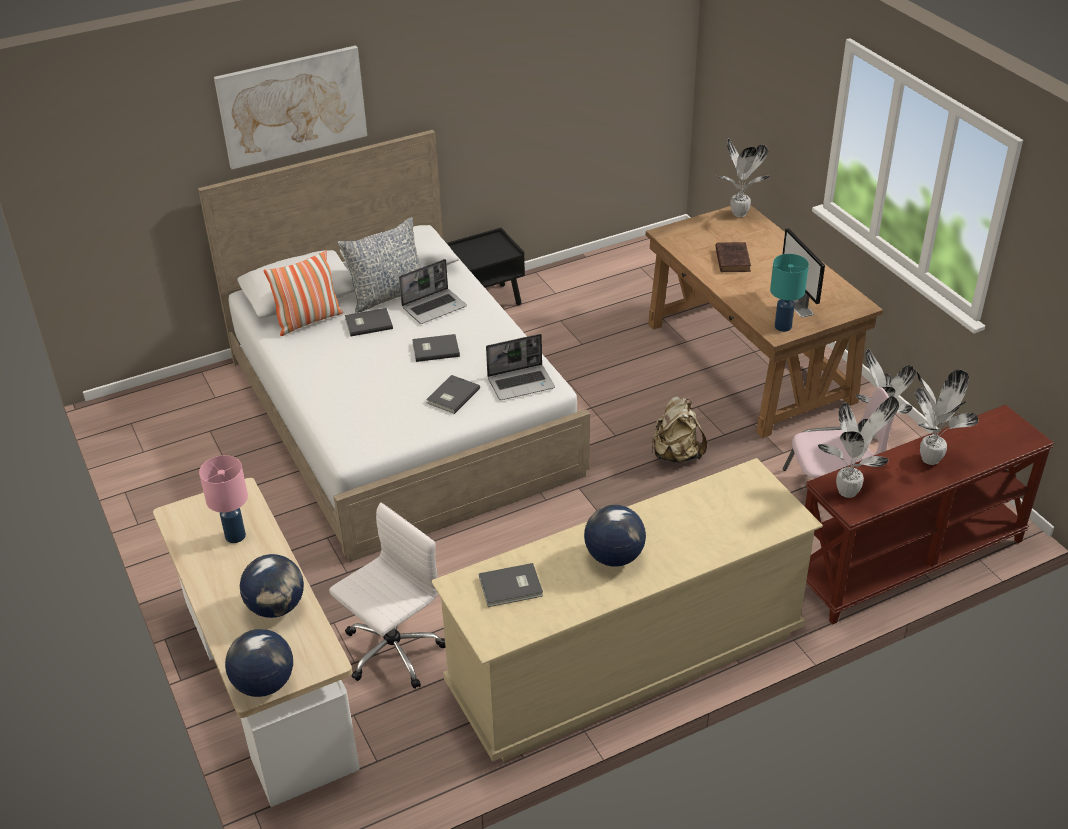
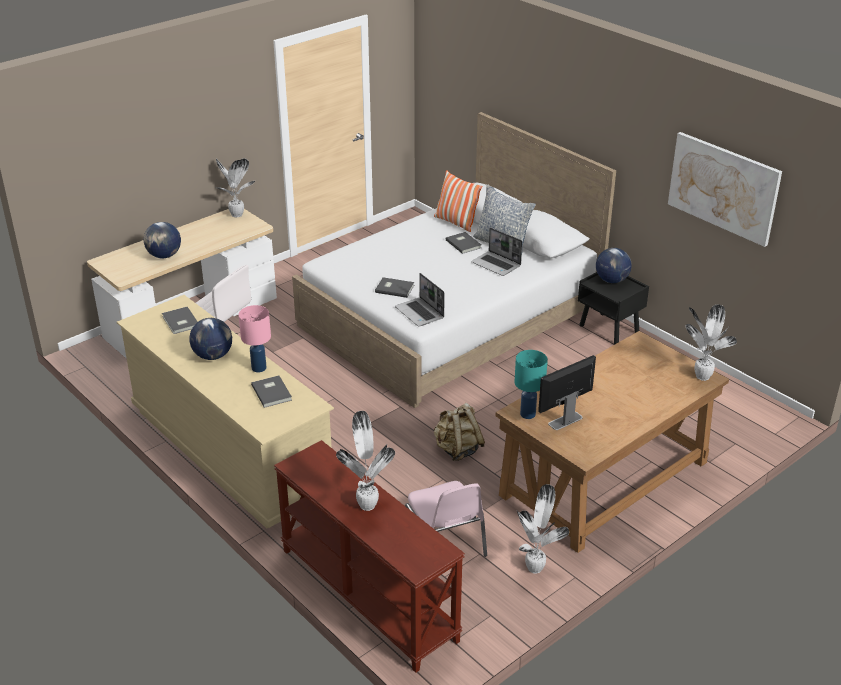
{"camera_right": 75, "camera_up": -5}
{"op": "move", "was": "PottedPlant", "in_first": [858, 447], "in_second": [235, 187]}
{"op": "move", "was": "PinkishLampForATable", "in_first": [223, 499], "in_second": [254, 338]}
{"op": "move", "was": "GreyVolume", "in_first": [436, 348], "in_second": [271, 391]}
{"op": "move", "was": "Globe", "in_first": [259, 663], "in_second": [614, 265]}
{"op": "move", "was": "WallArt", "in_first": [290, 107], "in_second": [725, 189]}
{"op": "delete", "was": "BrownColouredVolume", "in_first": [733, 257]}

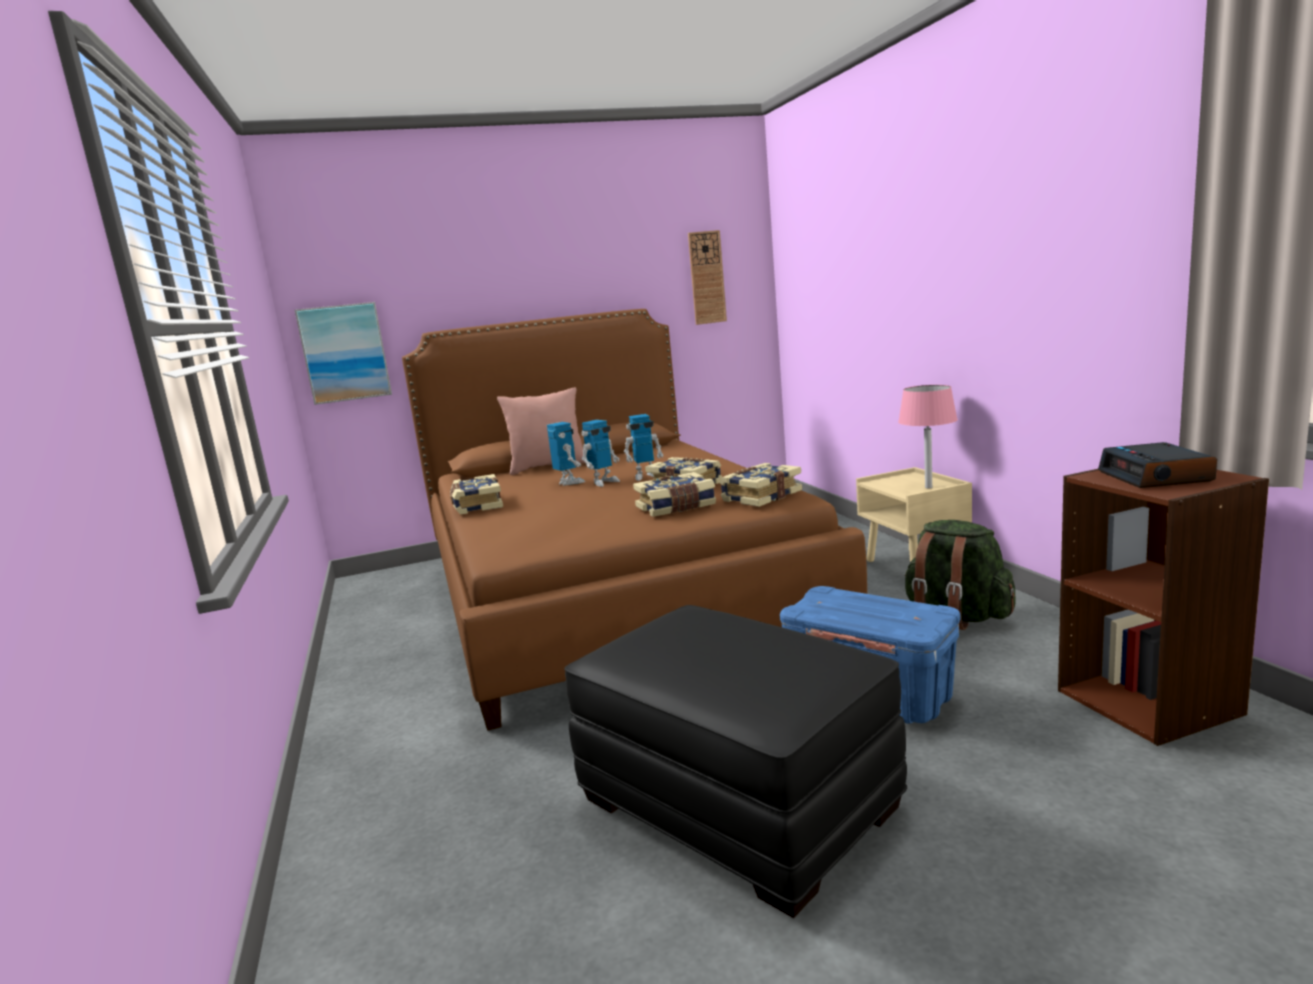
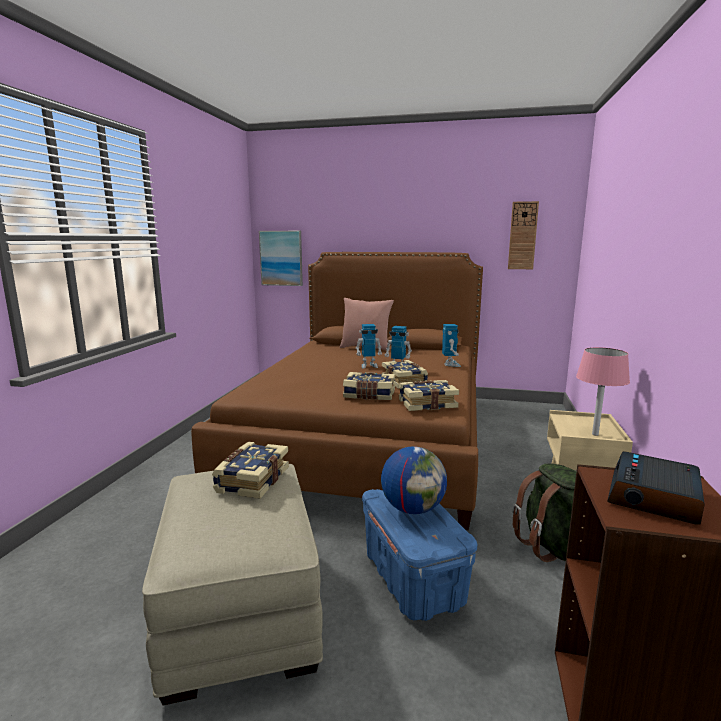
{"camera_right": 30, "camera_up": 0}
{"op": "recolor", "was": "BlackishOttoman", "now": "BeigeColouredOttoman", "in_first": [735, 761], "in_second": [232, 584]}
{"op": "move", "was": "Volume", "in_first": [476, 494], "in_second": [250, 470]}
{"op": "insert", "now": "Globe", "in_second": [414, 480]}
{"op": "move", "was": "RobotFigure", "in_first": [566, 454], "in_second": [451, 345]}

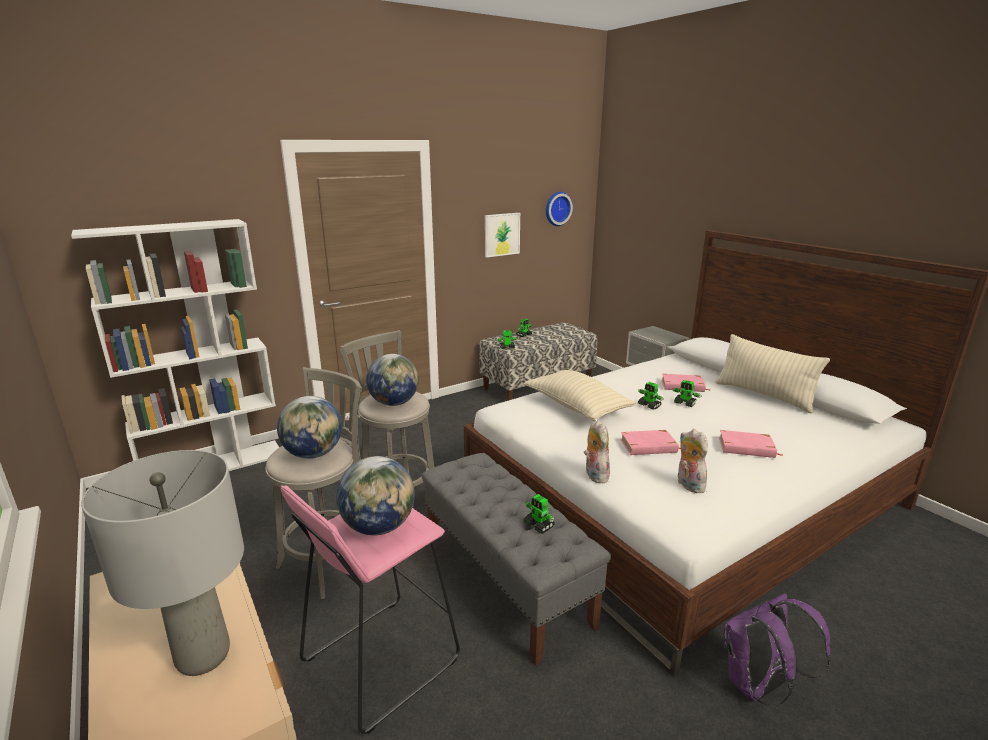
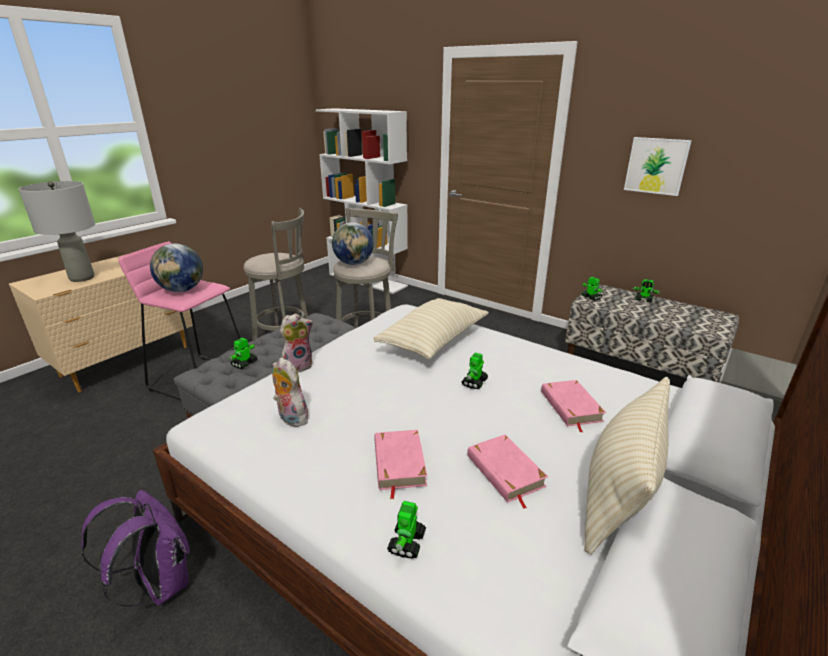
{"camera_right": 70, "camera_up": 5}
{"op": "rotate", "was": "PlushToy", "in_first": [693, 461], "in_second": [290, 392], "clockwise": -90}
{"op": "move", "was": "RobotFigure", "in_first": [686, 393], "in_second": [406, 530]}
{"op": "move", "was": "PinkishVolume", "in_first": [650, 442], "in_second": [507, 472]}
{"op": "delete", "was": "Globe", "in_first": [309, 427]}
{"op": "delete", "was": "HangingClock", "in_first": [559, 209]}

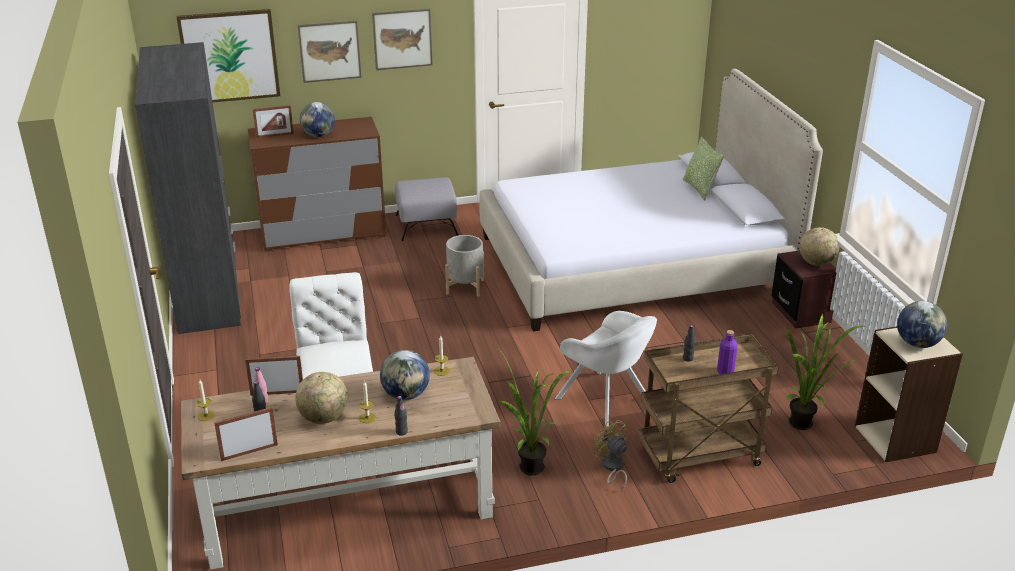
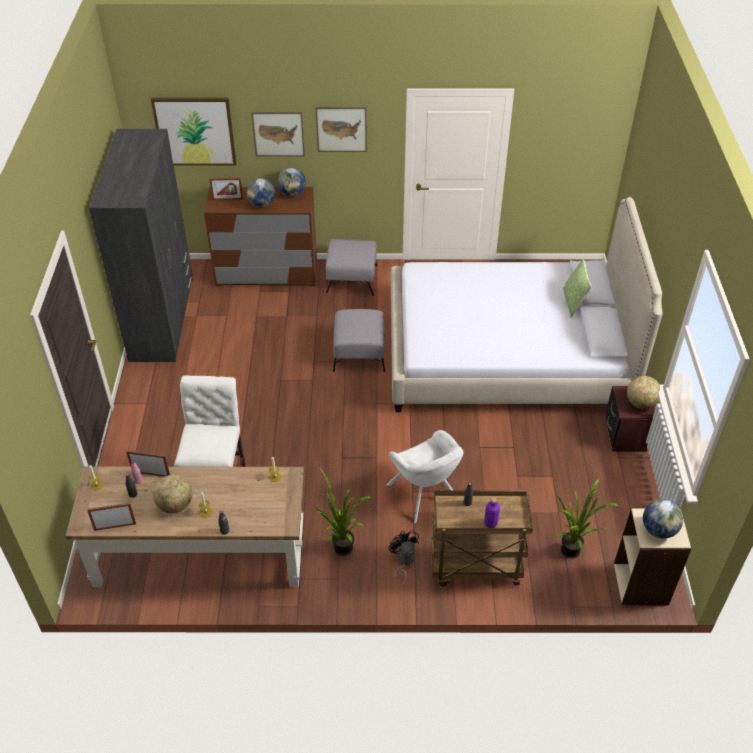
{"camera_right": 15, "camera_up": 15}
{"op": "move", "was": "Globe", "in_first": [405, 375], "in_second": [291, 182]}
{"op": "replace", "was": "GreyFlowerPot", "now": "GreyOttoman", "in_first": [464, 266], "in_second": [359, 340]}
{"op": "recolor", "was": "YellowColouredCoolingFan", "now": "BlackishCoolingFan", "in_first": [610, 456], "in_second": [404, 558]}

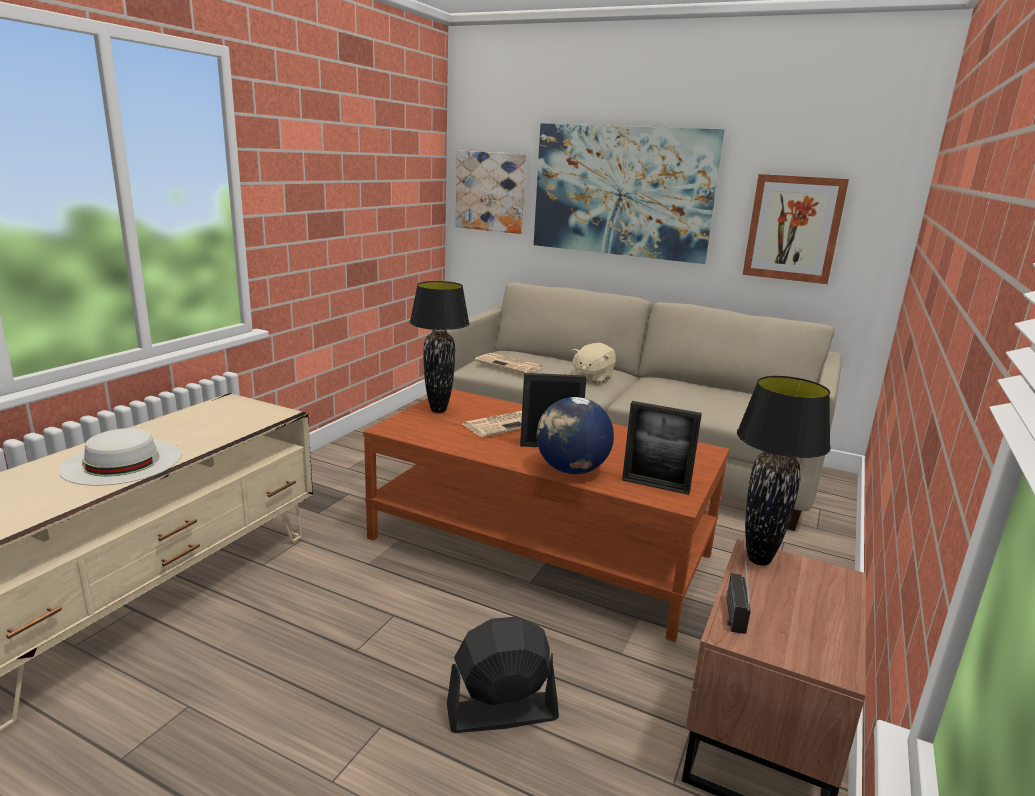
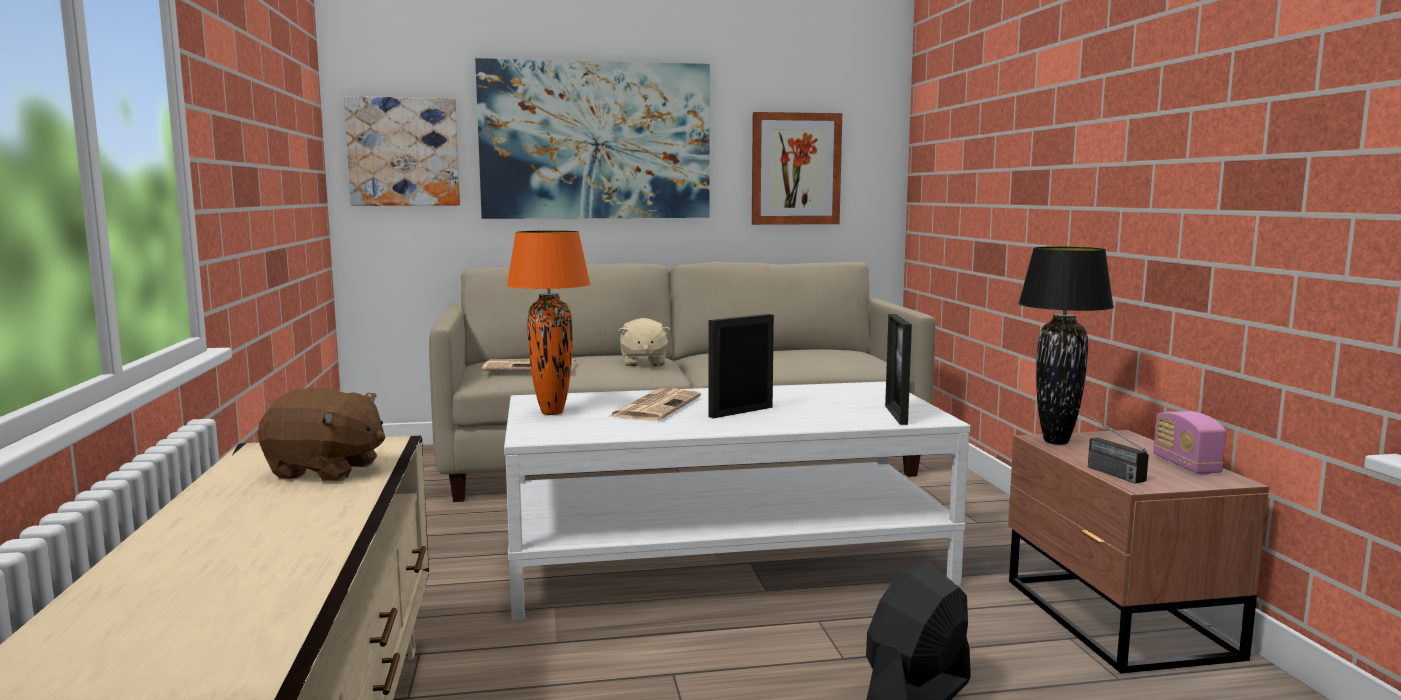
{"camera_right": -35, "camera_up": -10}
{"op": "insert", "now": "BrownColouredPlushToy", "in_second": [321, 434]}
{"op": "recolor", "was": "BrownColouredLoungeTable", "now": "WhitishLoungeTable", "in_first": [546, 515], "in_second": [737, 501]}
{"op": "recolor", "was": "BlackishLampForATable", "now": "OrangeLampForATable", "in_first": [440, 347], "in_second": [548, 322]}
{"op": "rotate", "was": "PictureFrame", "in_first": [662, 448], "in_second": [898, 369], "clockwise": 105}
{"op": "insert", "now": "RadioSet", "in_second": [1189, 443]}
{"op": "delete", "was": "WhitishHat", "in_first": [119, 457]}
{"op": "delete", "was": "Globe", "in_first": [575, 435]}

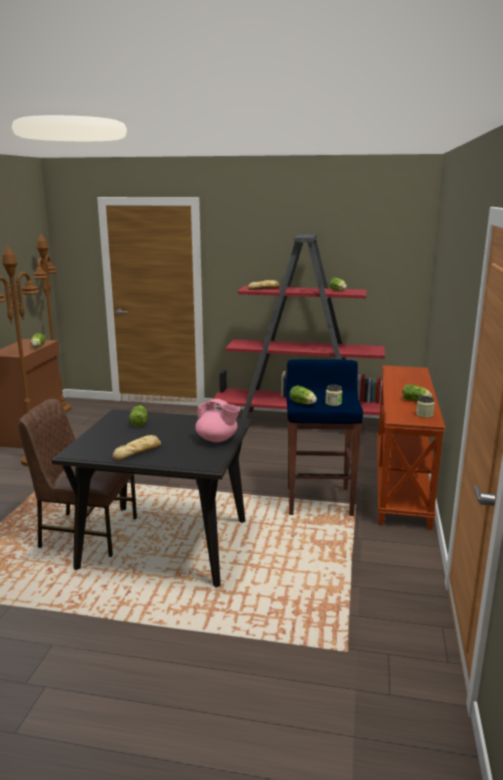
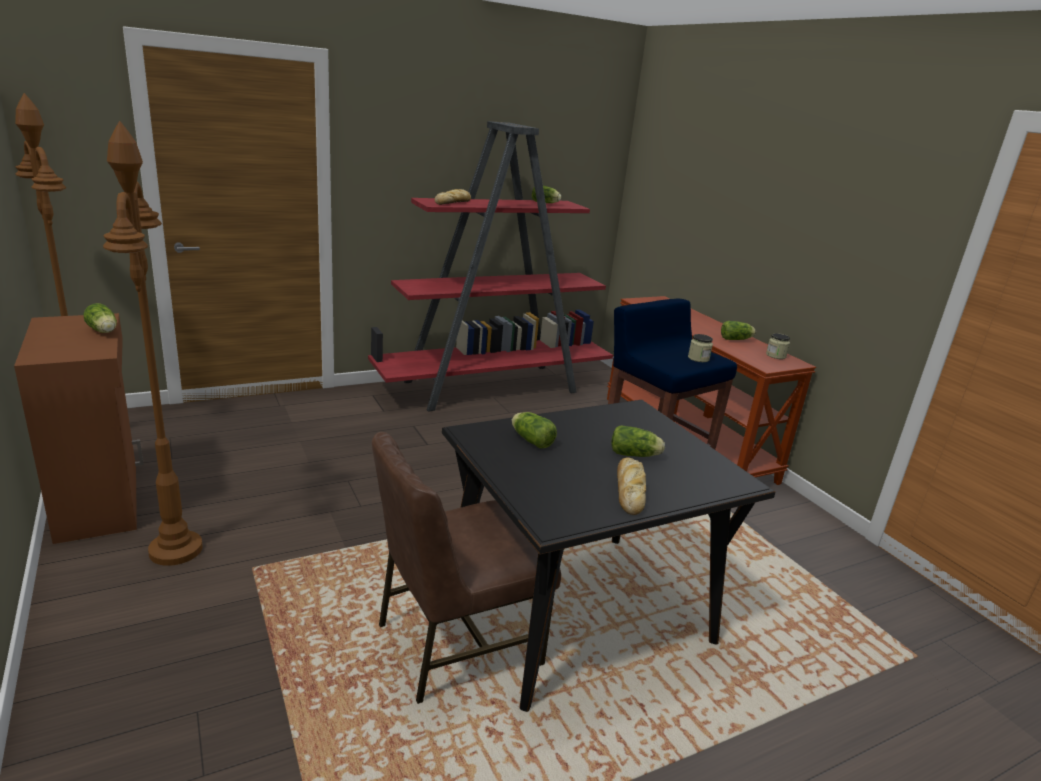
{"camera_right": -40, "camera_up": 5}
{"op": "move", "was": "LettuceHead", "in_first": [303, 394], "in_second": [638, 441]}
{"op": "delete", "was": "PinkishTeapot", "in_first": [217, 420]}

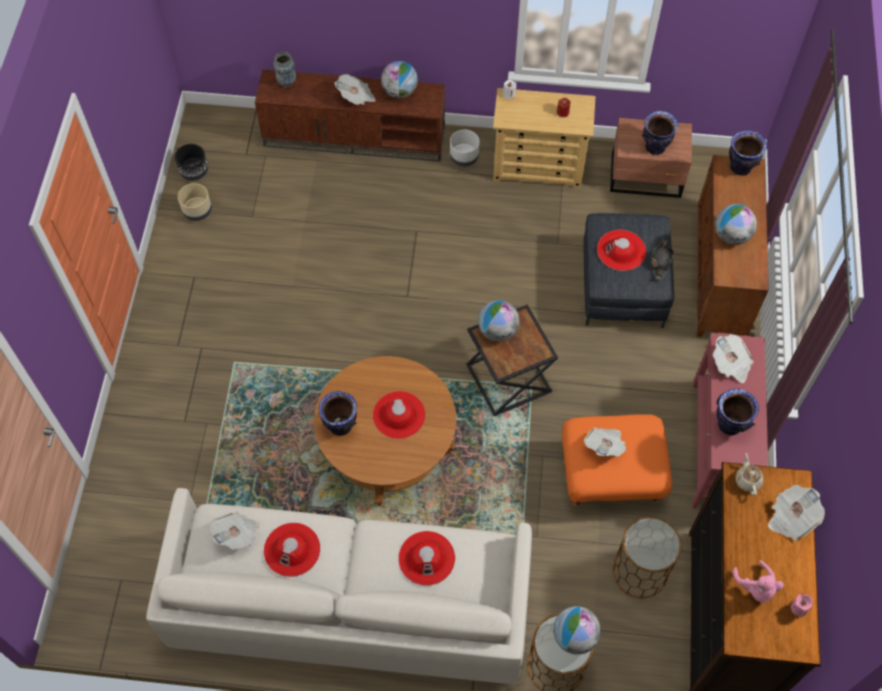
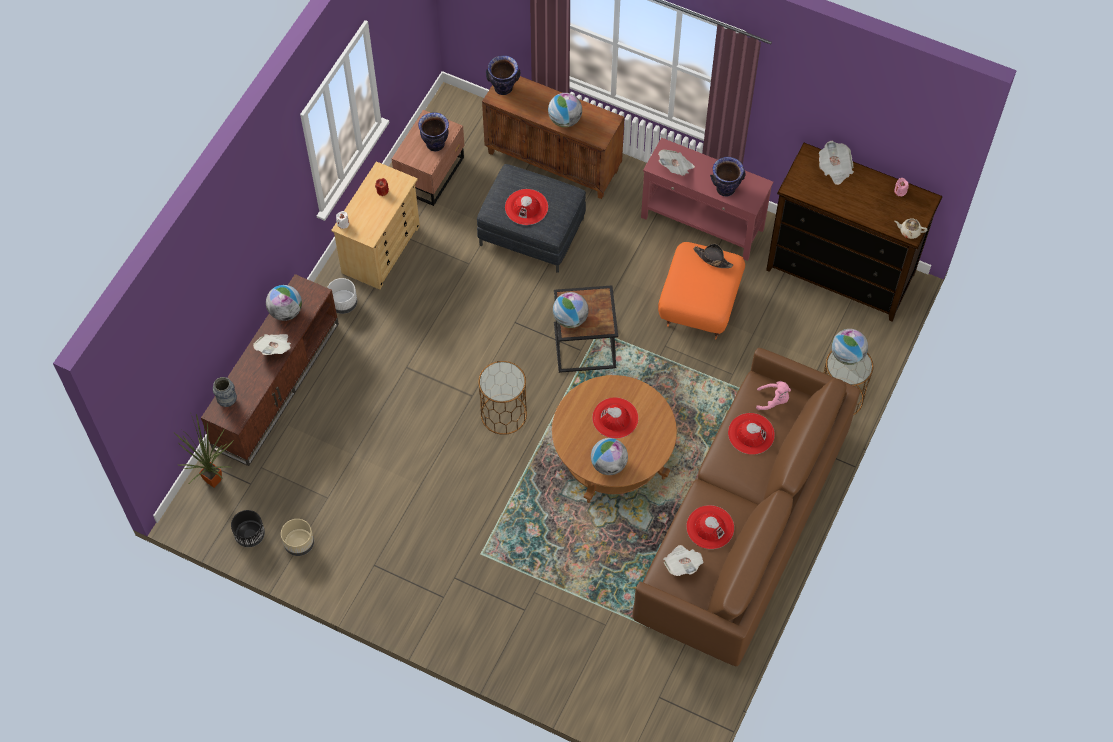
{"camera_right": -70, "camera_up": 0}
{"op": "insert", "now": "PottedPlant", "in_second": [204, 450]}
{"op": "move", "was": "BrownColouredEndTable", "in_first": [647, 557], "in_second": [502, 398]}
{"op": "replace", "was": "Vase", "now": "Globe", "in_first": [337, 413], "in_second": [609, 456]}
{"op": "recolor", "was": "WhitishCouch", "now": "BrownColouredCouch", "in_first": [339, 586], "in_second": [746, 507]}
{"op": "move", "was": "BlackishHat", "in_first": [662, 260], "in_second": [713, 256]}
{"op": "move", "was": "PinkishPlushToy", "in_first": [758, 581], "in_second": [773, 395]}
{"op": "move", "was": "BeigeColouredTeapot", "in_first": [749, 474], "in_second": [911, 228]}
{"op": "delete", "was": "PrintedPaper", "in_first": [605, 442]}

